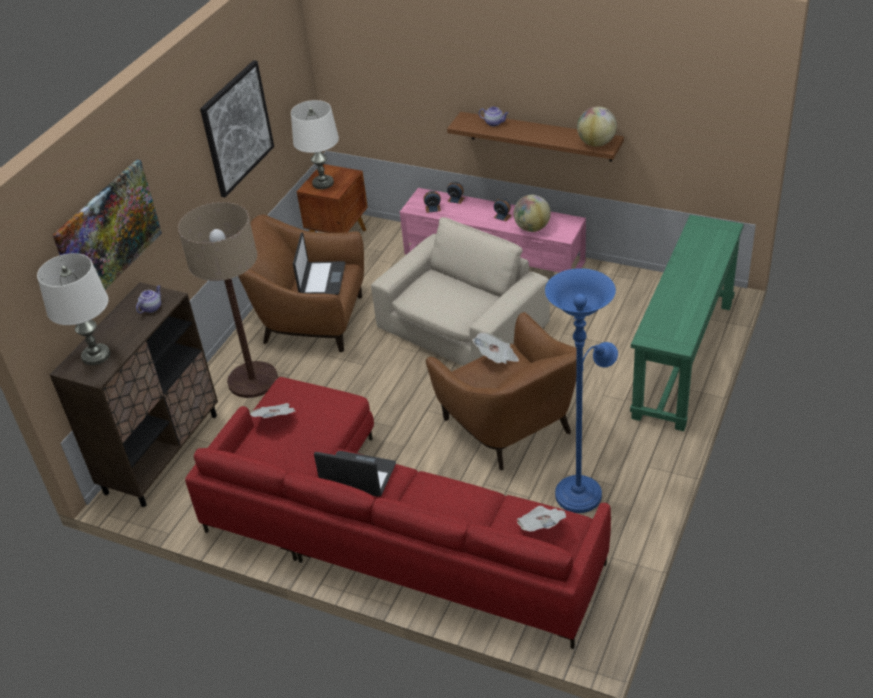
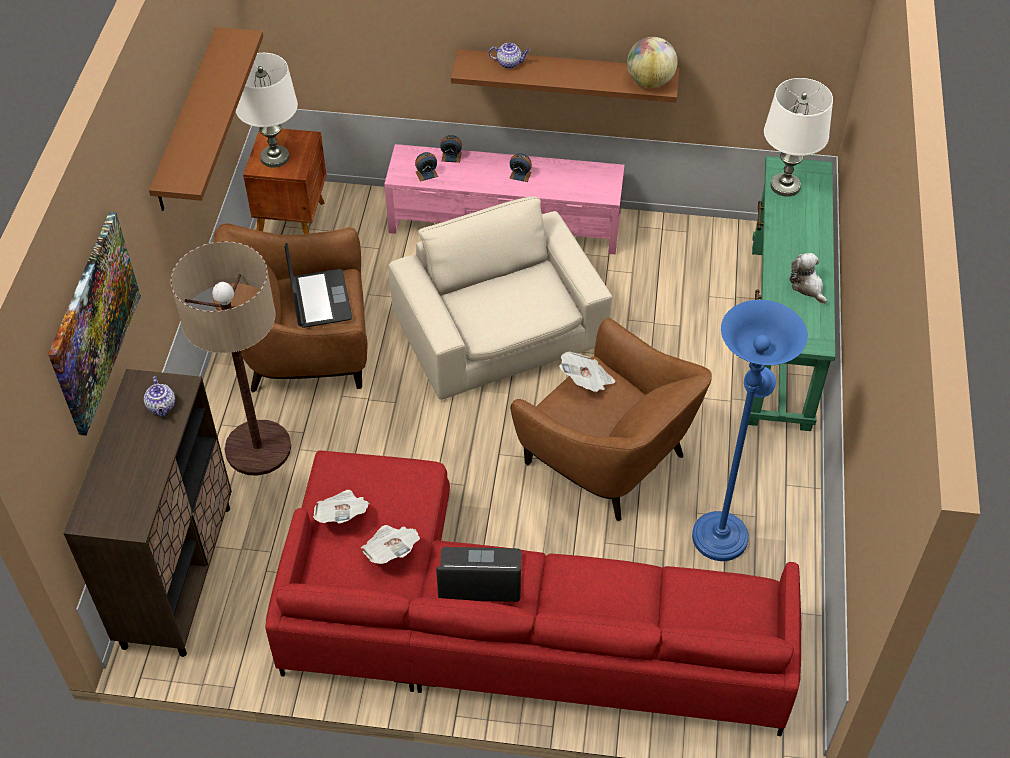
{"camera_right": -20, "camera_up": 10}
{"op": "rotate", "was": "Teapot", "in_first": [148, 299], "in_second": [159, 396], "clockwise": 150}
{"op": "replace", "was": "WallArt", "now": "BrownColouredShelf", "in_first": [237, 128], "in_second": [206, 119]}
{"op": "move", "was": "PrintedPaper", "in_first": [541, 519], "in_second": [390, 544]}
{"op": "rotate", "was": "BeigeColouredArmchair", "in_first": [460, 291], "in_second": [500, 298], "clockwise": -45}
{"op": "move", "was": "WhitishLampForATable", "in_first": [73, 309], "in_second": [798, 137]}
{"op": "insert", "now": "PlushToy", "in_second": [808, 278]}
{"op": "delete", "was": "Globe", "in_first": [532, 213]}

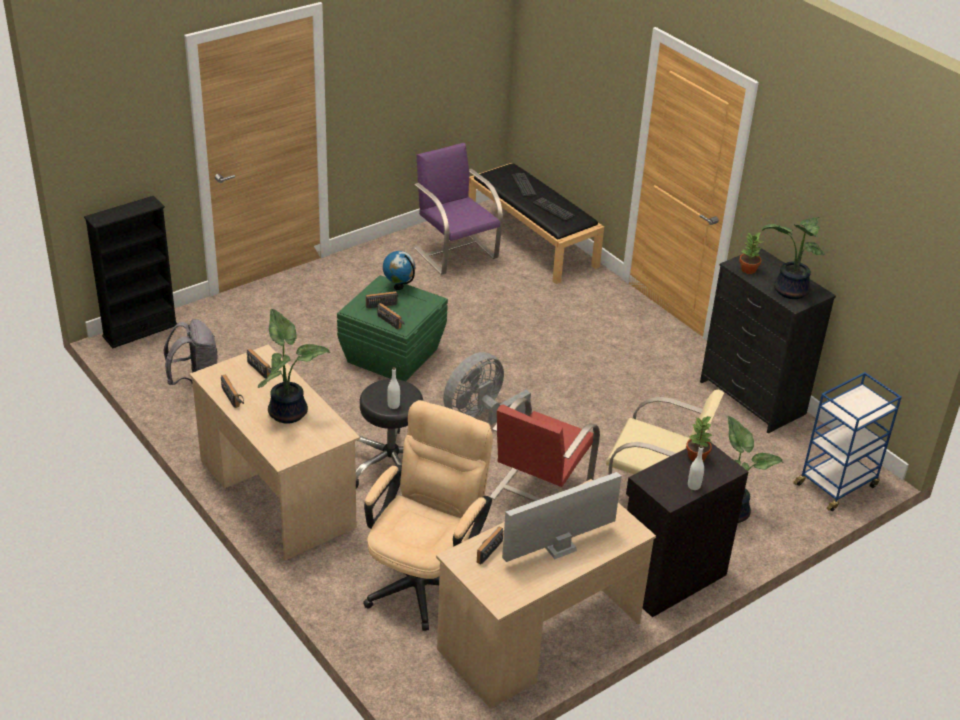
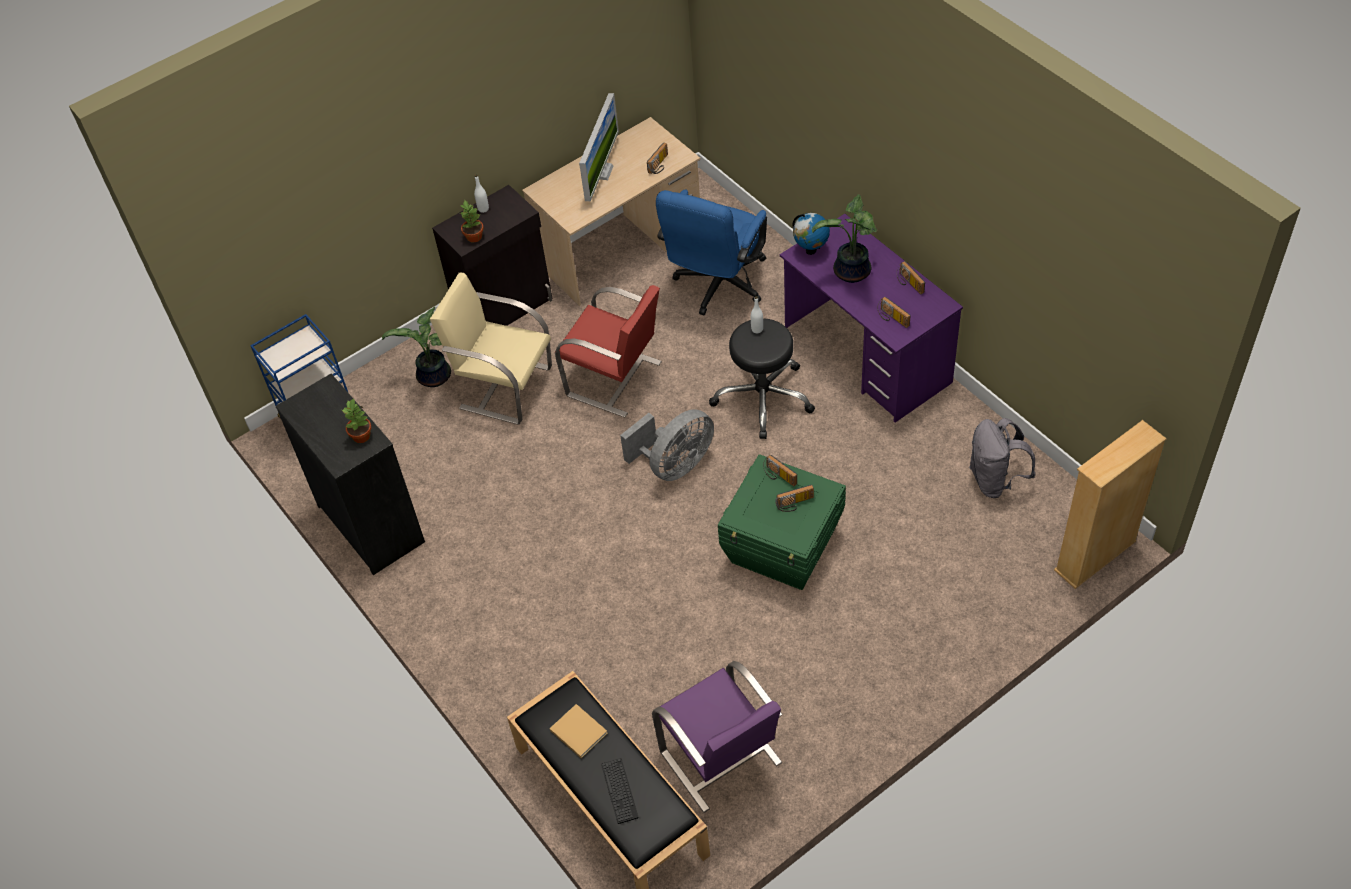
{"camera_right": -175, "camera_up": 15}
{"op": "replace", "was": "PcKeyboard", "now": "BeigeColouredVolume", "in_first": [554, 209], "in_second": [579, 731]}
{"op": "rotate", "was": "RedColouredUprightChair", "in_first": [544, 449], "in_second": [608, 351], "clockwise": 90}
{"op": "rotate", "was": "ComputerScreen", "in_first": [562, 517], "in_second": [599, 147], "clockwise": -45}
{"op": "recolor", "was": "BeigeColouredDeskChair", "now": "BlueColouredDeskChair", "in_first": [428, 515], "in_second": [711, 252]}
{"op": "recolor", "was": "BeigeColouredDesk", "now": "PurpleDesk", "in_first": [275, 452], "in_second": [871, 318]}
{"op": "move", "was": "Globe", "in_first": [399, 270], "in_second": [811, 234]}
{"op": "recolor", "was": "BlackishBookshelf", "now": "BeigeColouredBookshelf", "in_first": [131, 272], "in_second": [1110, 504]}
{"op": "delete", "was": "PottedPlant", "in_first": [793, 258]}

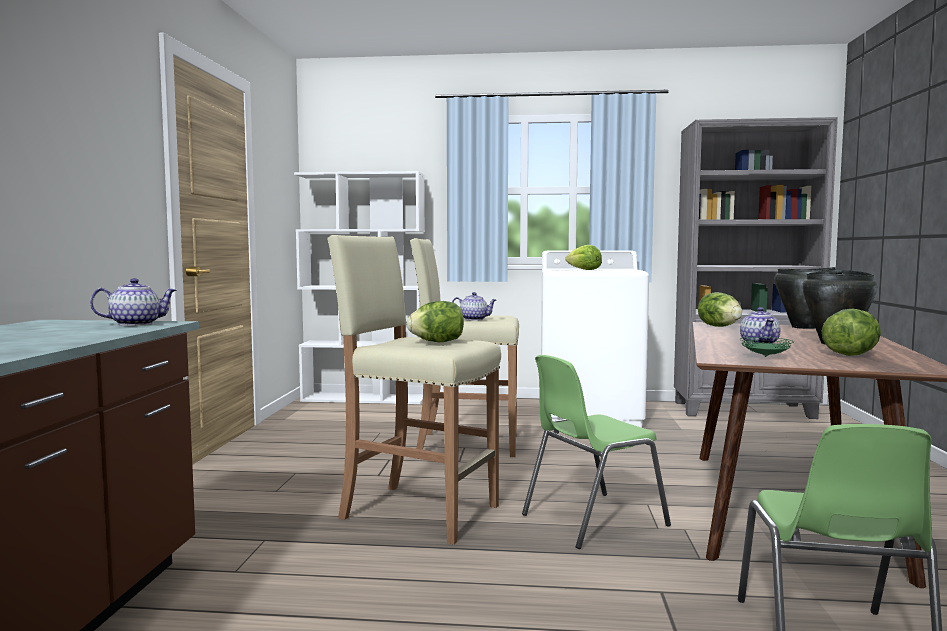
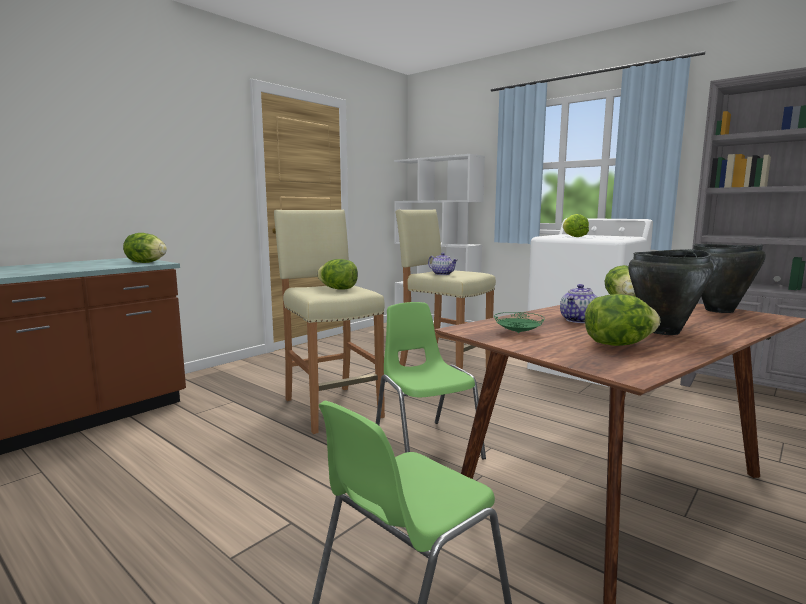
{"camera_right": 35, "camera_up": 5}
{"op": "replace", "was": "Teapot", "now": "LettuceHead", "in_first": [133, 302], "in_second": [145, 248]}
{"op": "rotate", "was": "GreenishUprightChair", "in_first": [596, 452], "in_second": [431, 381], "clockwise": 60}

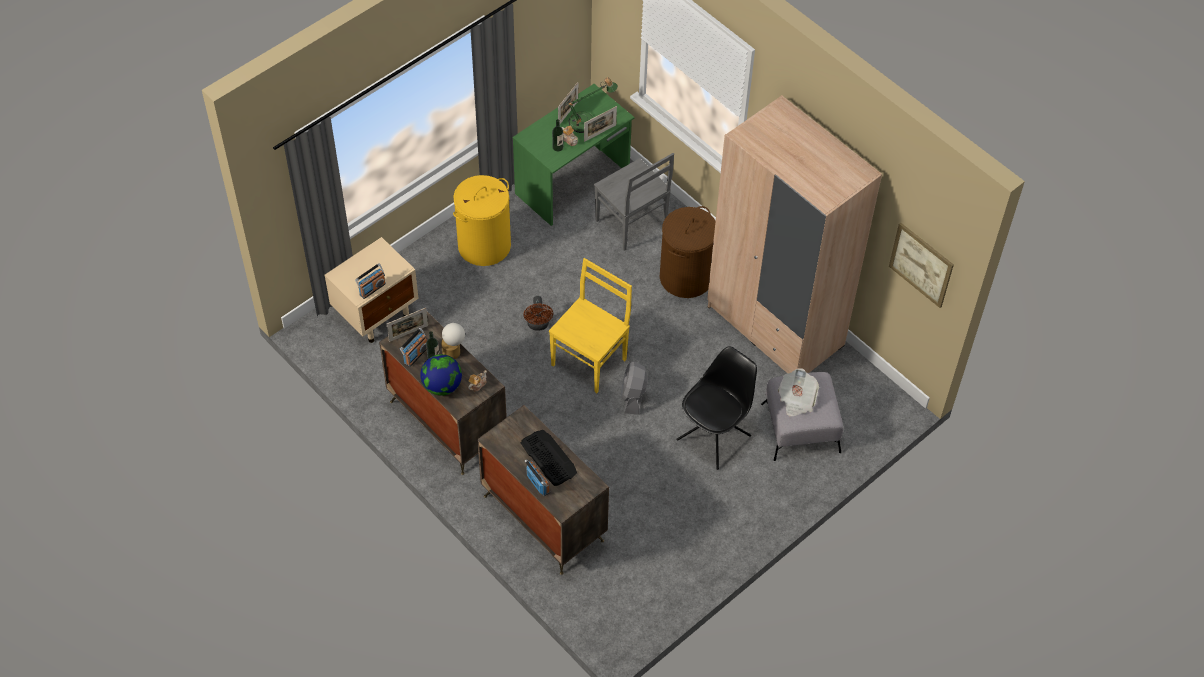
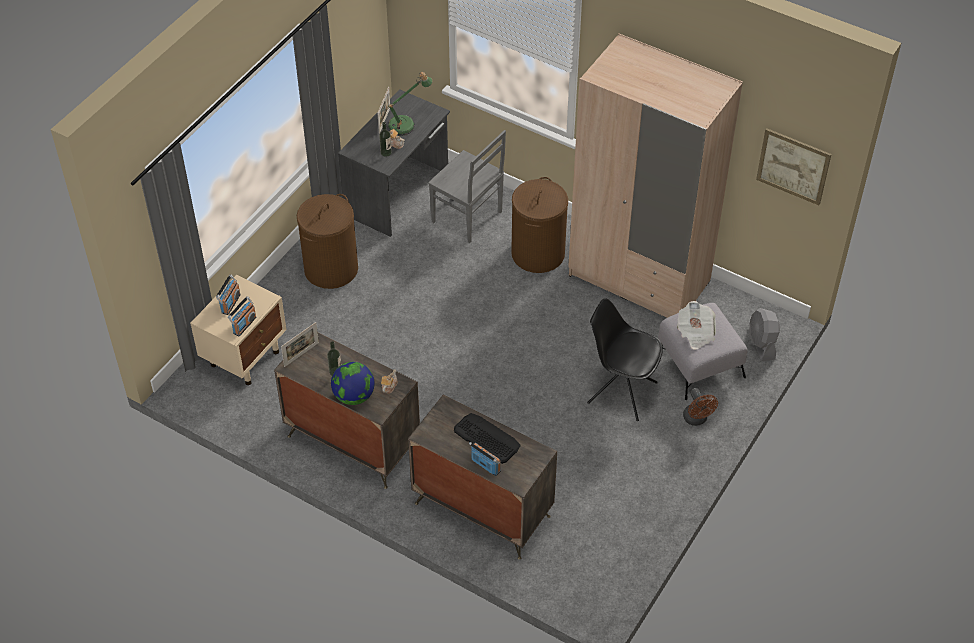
{"camera_right": -15, "camera_up": -5}
{"op": "move", "was": "RadioSet", "in_first": [413, 347], "in_second": [228, 295]}
{"op": "recolor", "was": "YellowColouredHamper", "now": "BrownColouredHamper", "in_first": [482, 220], "in_second": [327, 241]}
{"op": "recolor", "was": "GreenishDesk", "now": "GreyDesk", "in_first": [573, 155], "in_second": [394, 163]}
{"op": "rotate", "was": "BlackishUprightChair", "in_first": [716, 408], "in_second": [625, 359], "clockwise": -90}
{"op": "move", "was": "BrownColouredCoolingFan", "in_first": [538, 313], "in_second": [700, 407]}
{"op": "move", "was": "GreyCoolingFan", "in_first": [634, 388], "in_second": [764, 334]}
{"op": "delete", "was": "LampForATable", "in_first": [453, 341]}
{"op": "delete", "was": "YellowColouredUprightChair", "in_first": [590, 325]}
{"op": "delete", "was": "PictureFrame", "in_first": [600, 124]}

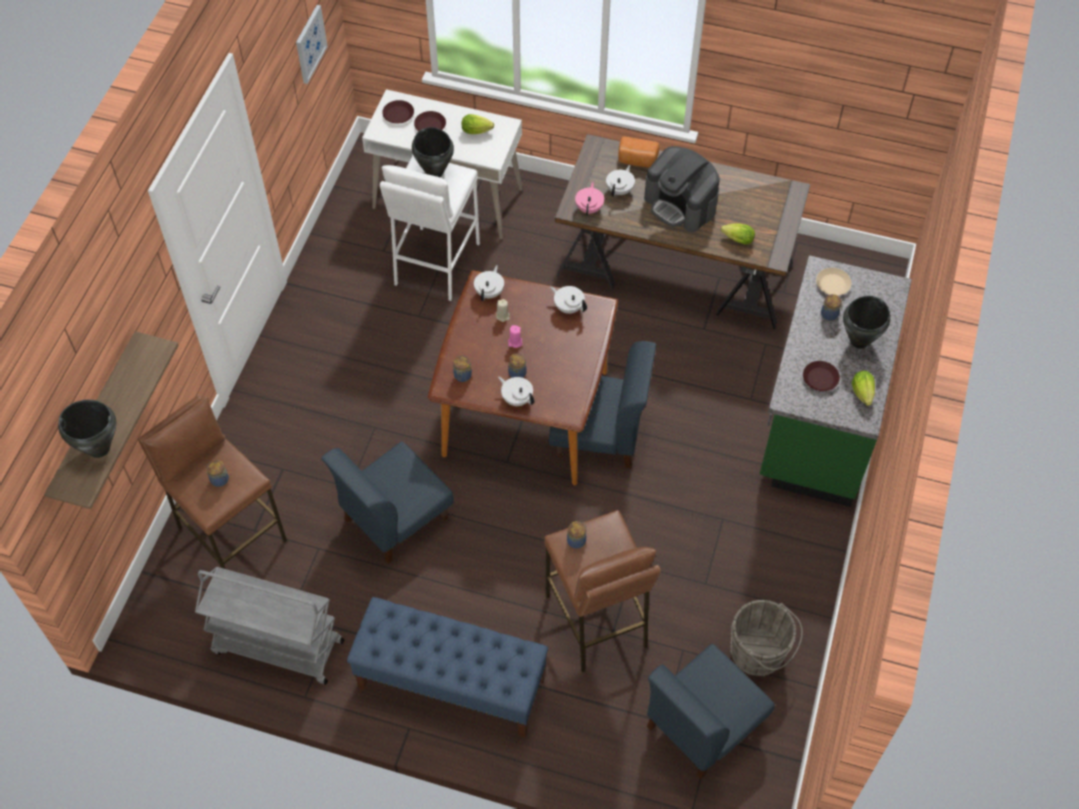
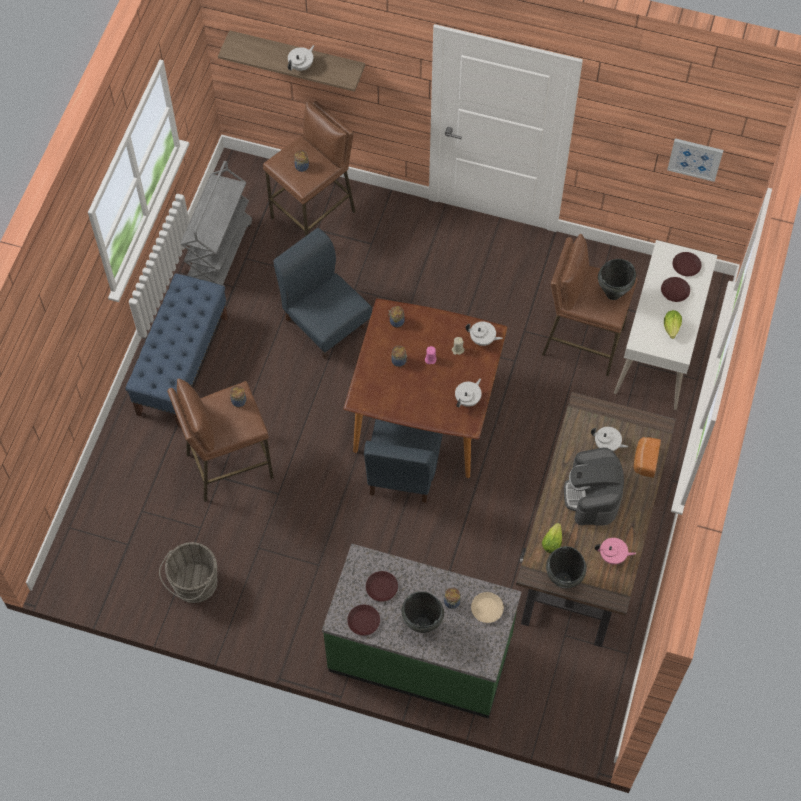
{"camera_right": 90, "camera_up": 5}
{"op": "move", "was": "WhitishTeapot", "in_first": [516, 391], "in_second": [301, 58]}
{"op": "replace", "was": "LettuceHead", "now": "BrownColouredPlate", "in_first": [863, 388], "in_second": [363, 620]}
{"op": "recolor", "was": "WhitishStoolSeat", "now": "BrownColouredStoolSeat", "in_first": [430, 227], "in_second": [589, 305]}
{"op": "move", "was": "BlackishCookingPot", "in_first": [87, 429], "in_second": [566, 567]}
{"op": "rotate", "was": "CoffeeBrewer", "in_first": [682, 189], "in_second": [594, 486], "clockwise": -45}
{"op": "move", "was": "PinkishTeapot", "in_first": [589, 199], "in_second": [615, 551]}
{"op": "delete", "was": "BlueColouredUprightChair", "in_first": [710, 712]}

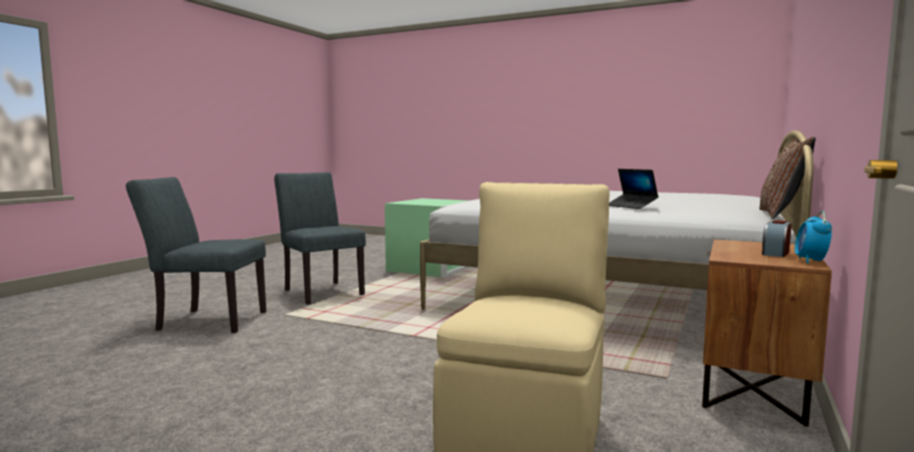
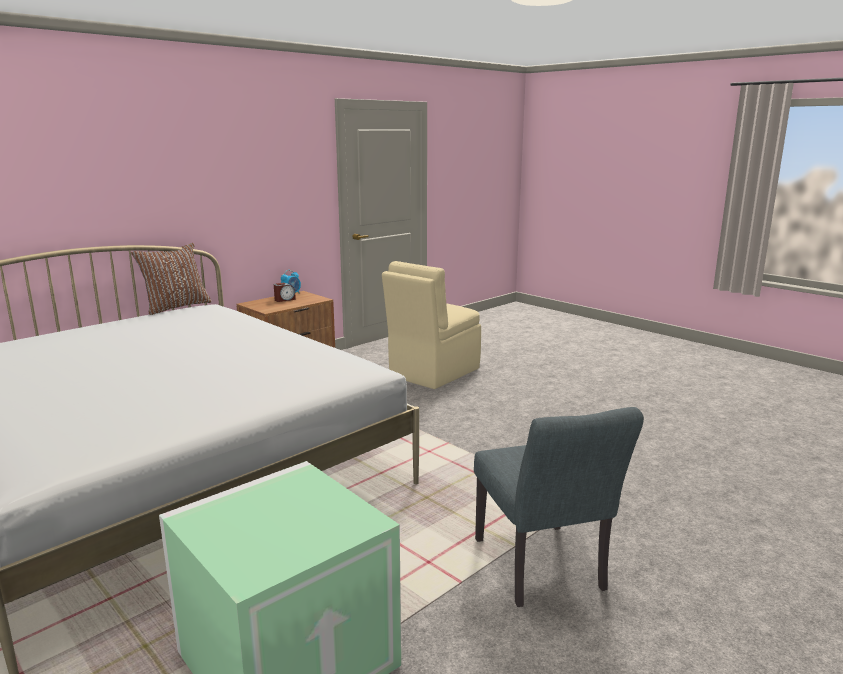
{"camera_right": -160, "camera_up": 10}
{"op": "delete", "was": "GreyUprightChair", "in_first": [196, 255]}
{"op": "delete", "was": "NotebookComputer", "in_first": [634, 189]}

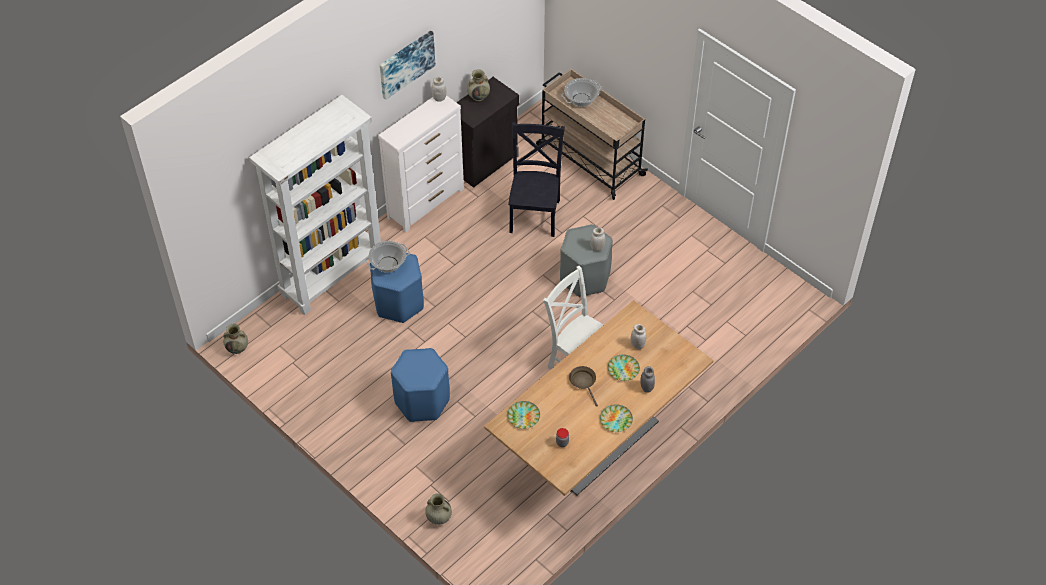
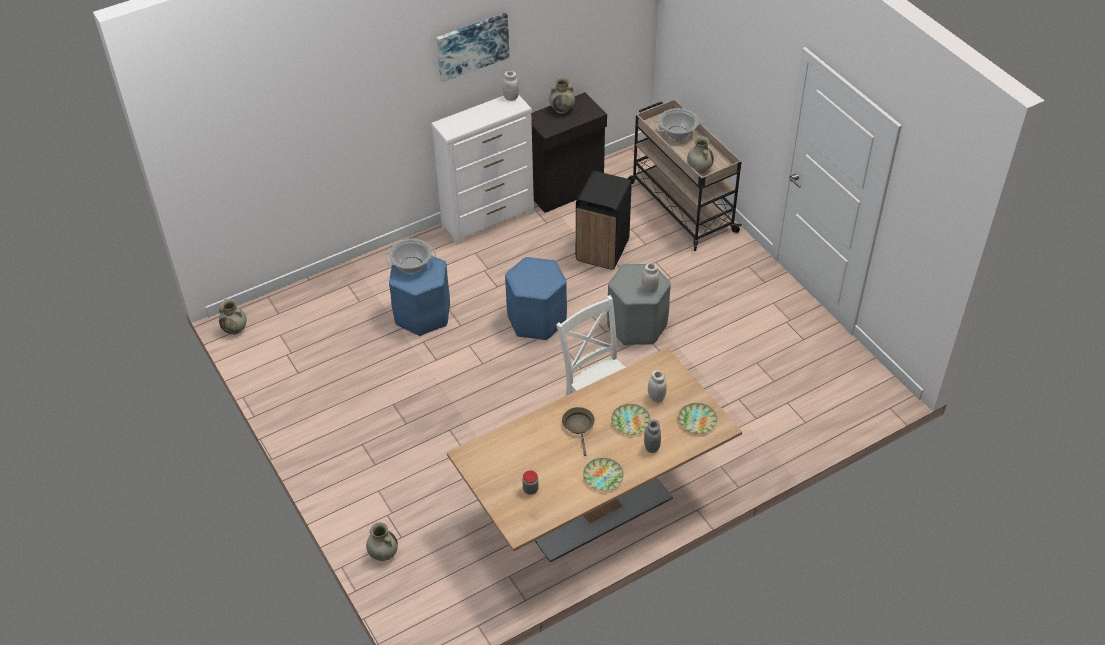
{"camera_right": 15, "camera_up": -5}
{"op": "move", "was": "BlueColouredStoolSeat", "in_first": [420, 385], "in_second": [536, 298]}
{"op": "replace", "was": "BlackishUprightChair", "now": "BlackishRubbishBin", "in_first": [536, 179], "in_second": [604, 220]}
{"op": "move", "was": "Plate", "in_first": [523, 415], "in_second": [697, 418]}
{"op": "insert", "now": "BeigeColouredVase", "in_second": [700, 155]}
{"op": "delete", "was": "WhitishBookshelf", "in_first": [315, 205]}

